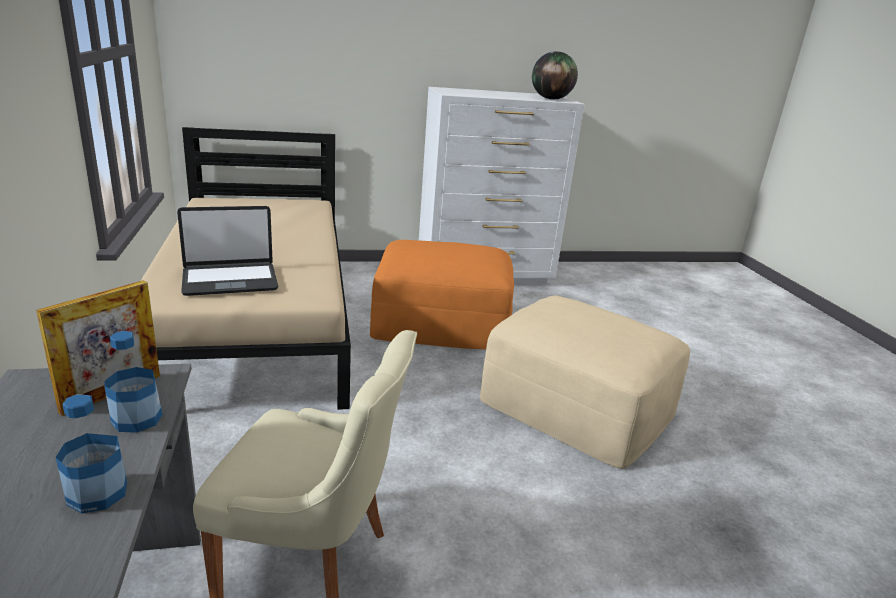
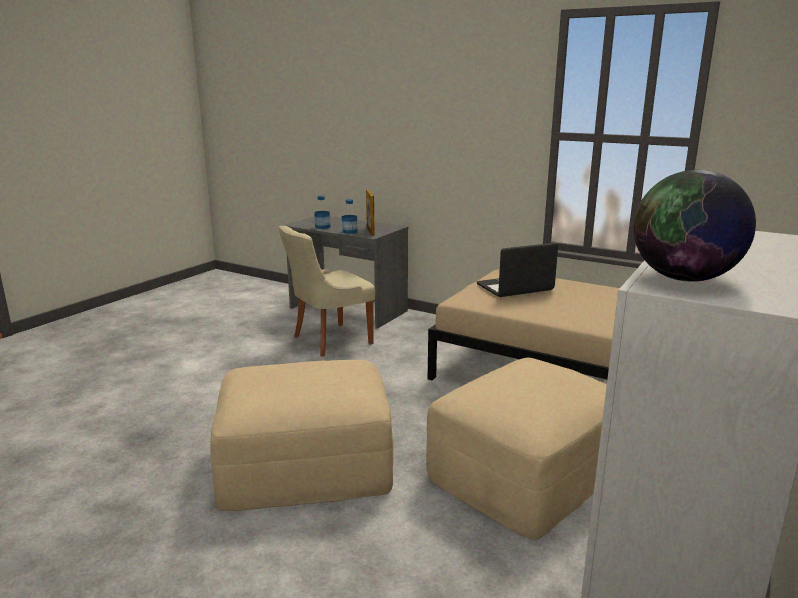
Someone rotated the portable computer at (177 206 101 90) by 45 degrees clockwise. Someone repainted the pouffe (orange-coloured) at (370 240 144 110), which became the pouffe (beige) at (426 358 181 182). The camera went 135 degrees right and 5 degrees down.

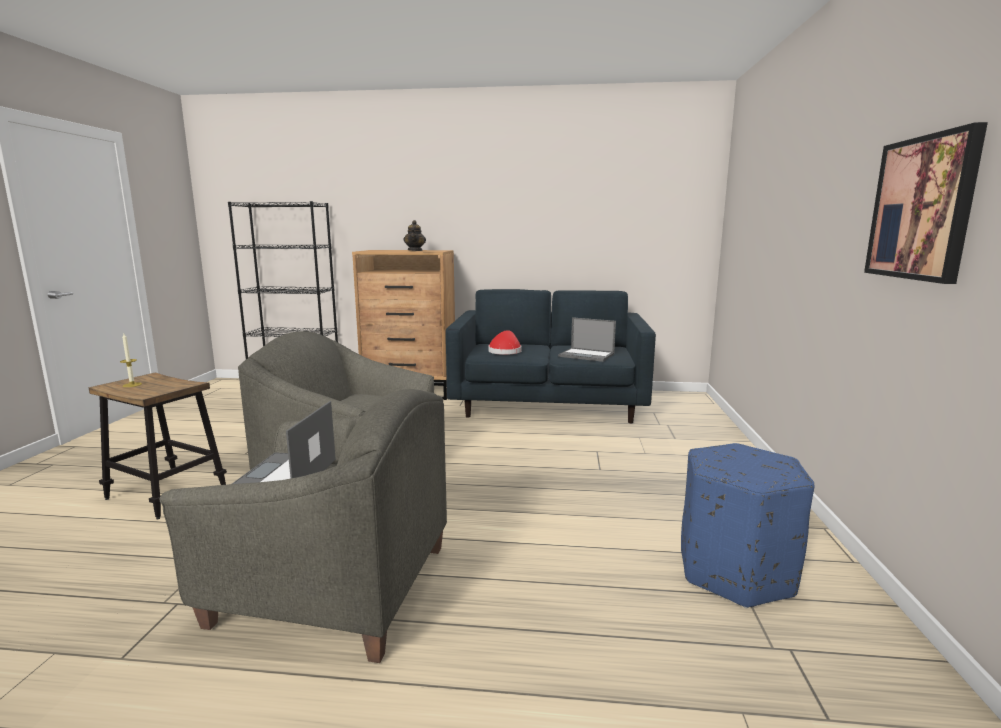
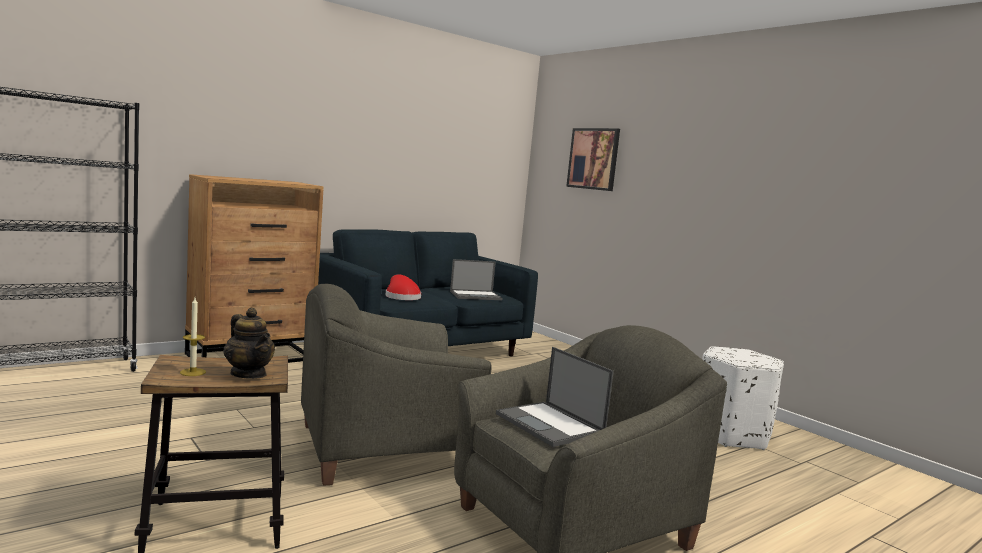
Someone carried the wall art from (864 122 124 162) to (566 128 54 63). Someone carried the teapot from (404 220 22 31) to (223 308 52 71). Someone repainted the pouffe (blue) at (681 443 134 165), which became the pouffe (whitish) at (702 346 82 104). The camera went 45 degrees left and 5 degrees down.

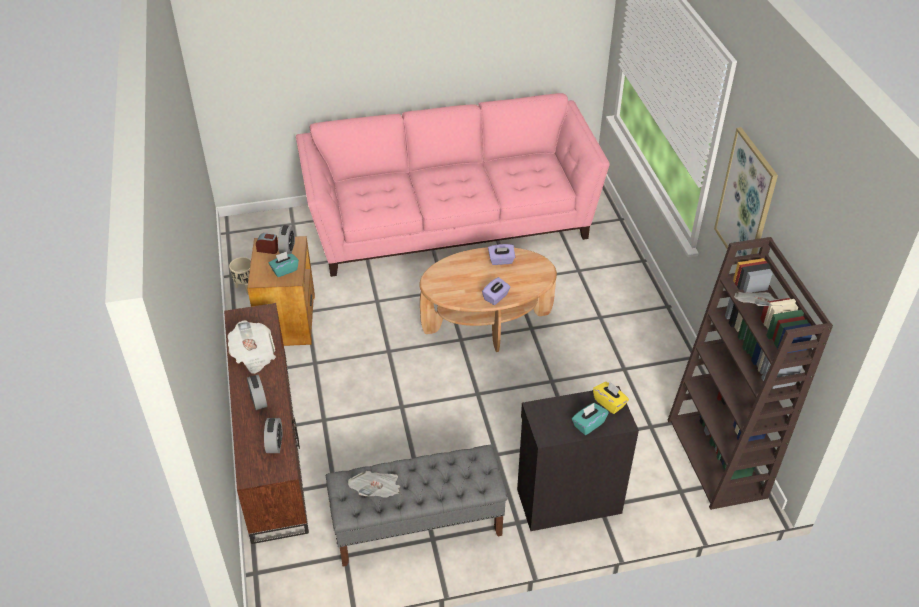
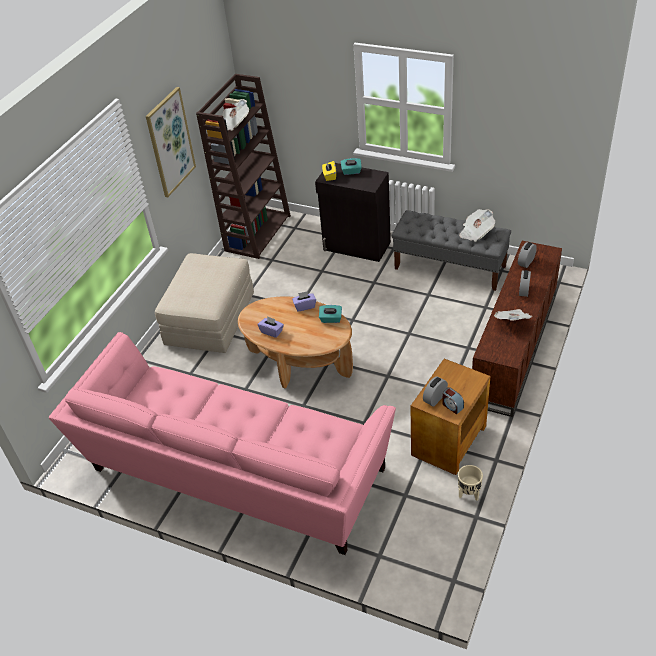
Someone carried the tissue box (turquoise) from (269 252 30 25) to (319 305 23 18). Someone put down the pouffe (beige) at (155 253 99 100). The camera went 140 degrees left and 0 degrees up.

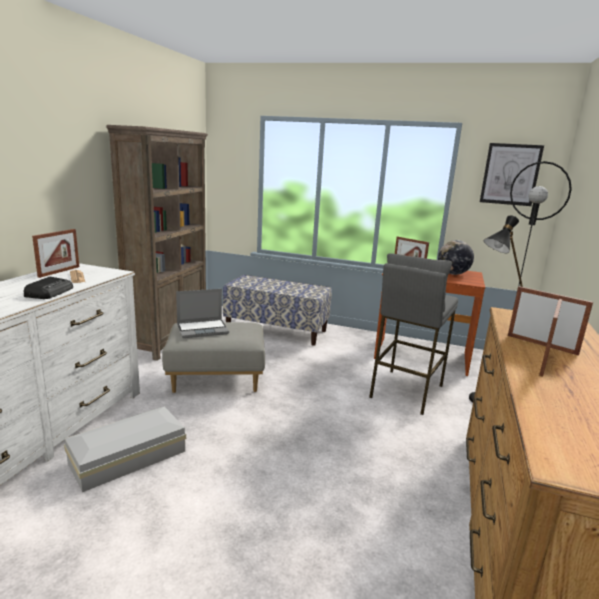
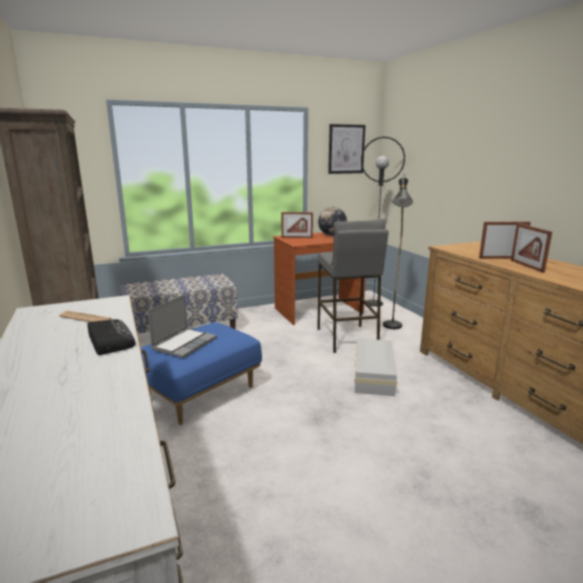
Someone took away the picture frame at (32 229 47 49). Someone repainted the pouffe (greyish) at (162 322 103 71), which became the pouffe (blue) at (141 322 121 103). Someone carried the storage container (whitish) from (64 407 122 85) to (354 338 43 58). The camera went 40 degrees left and 0 degrees up.

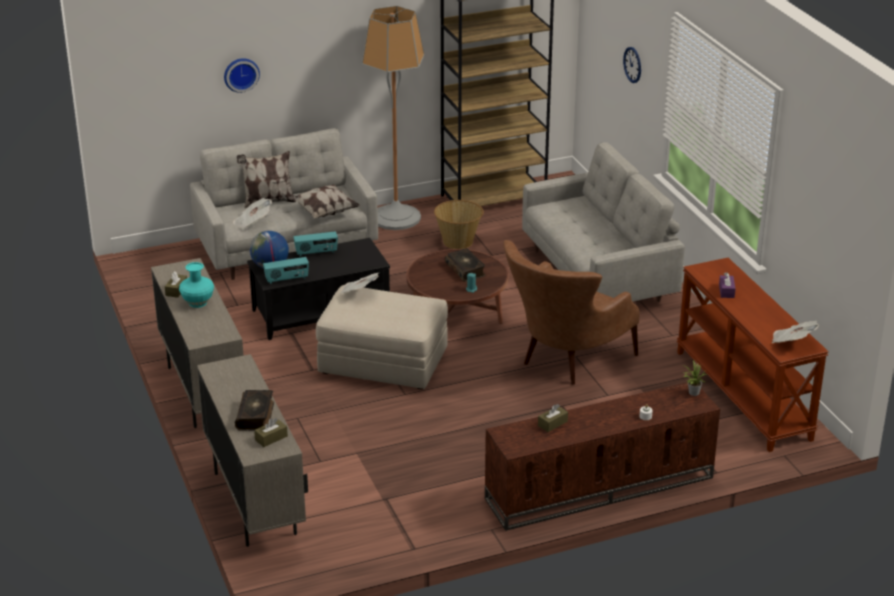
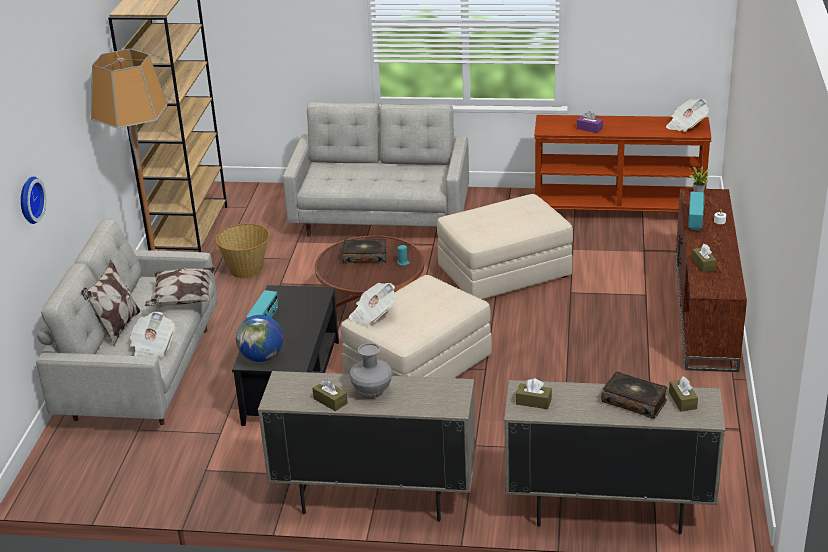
Someone took away the hanging clock at (623 47 18 36). Someone swapped the easy chair (brownish) at (503 240 136 145) for the pouffe (beige) at (437 194 136 105). Someone carried the radio from (263 257 46 27) to (688 192 16 39). Someone repainted the vase (turquoise) at (179 262 35 46), which became the vase (greyish) at (349 343 44 56). Someone put down the tissue box (brownish) at (516 378 36 31). The camera went 60 degrees left and 0 degrees up.

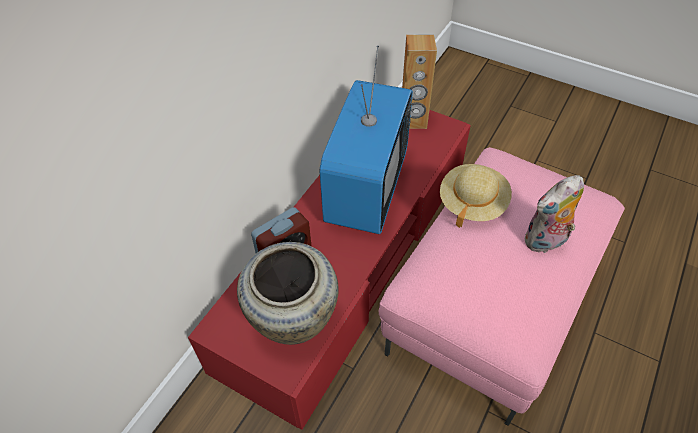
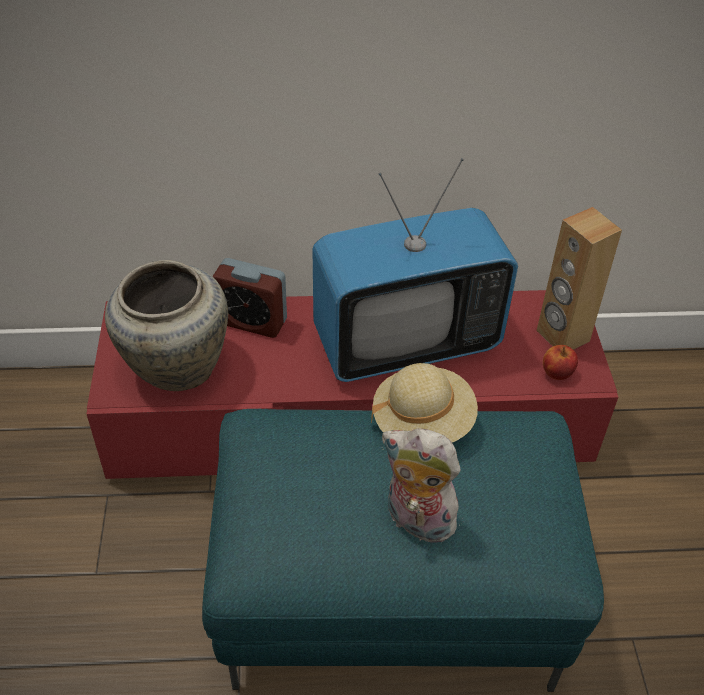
Someone repainted the pouffe (pink) at (379 147 246 279), which became the pouffe (turquoise) at (202 409 402 283). Someone put down the apple at (543 345 35 35). The camera went 55 degrees right and 5 degrees down.

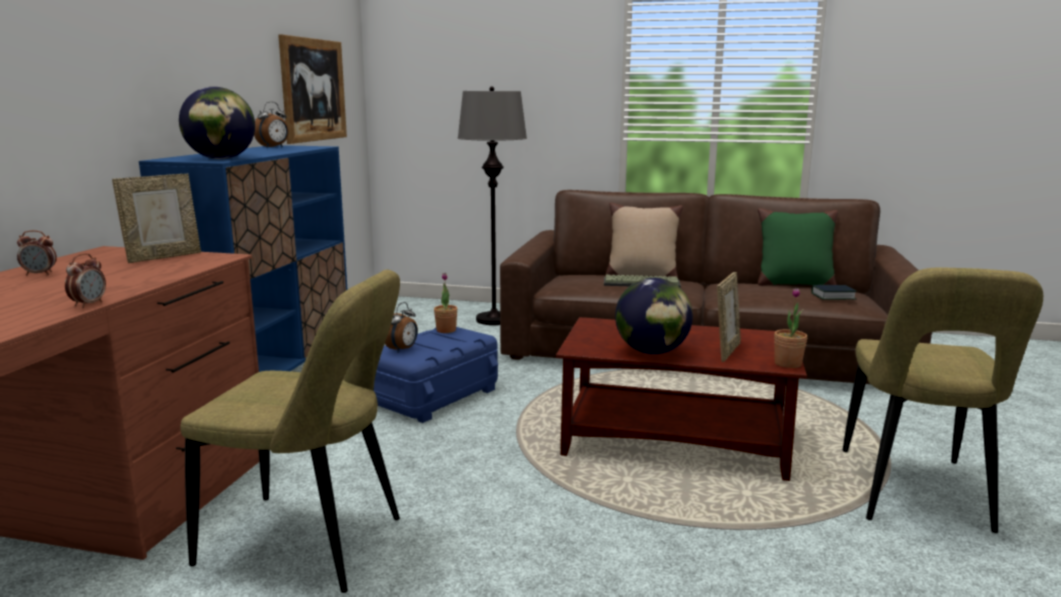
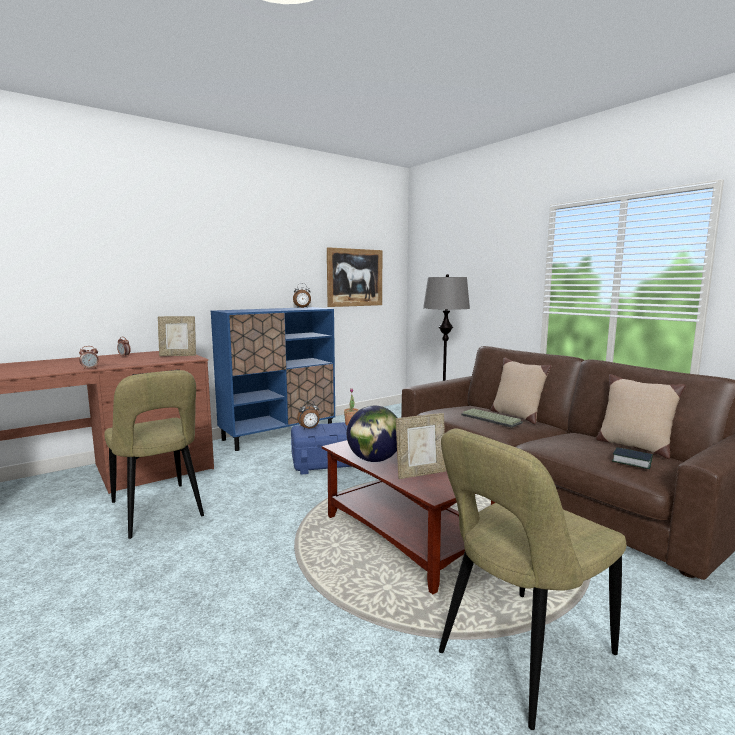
Someone took away the globe at (179 87 76 72). Someone repainted the pillow (greenish) at (758 208 80 78), which became the pillow (beige) at (596 374 89 85). Someone took away the plant in a pot at (774 288 33 80). The camera went 40 degrees right and 5 degrees down.

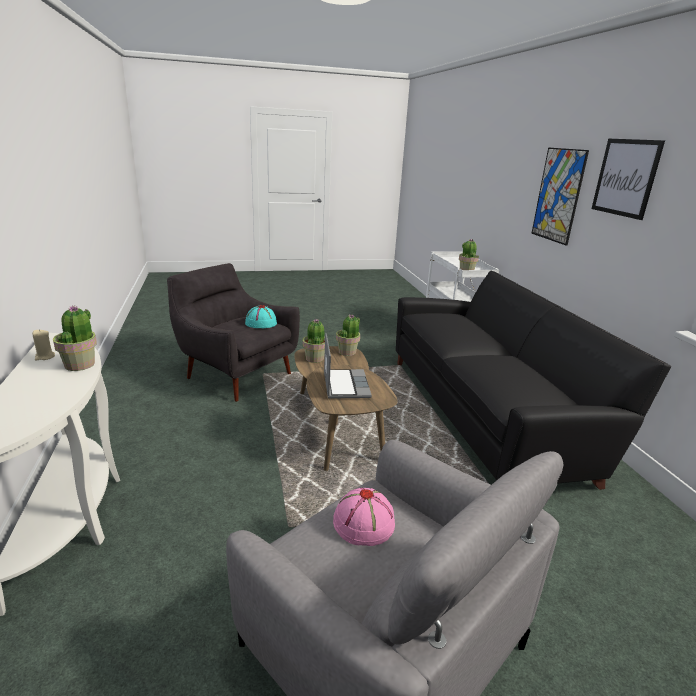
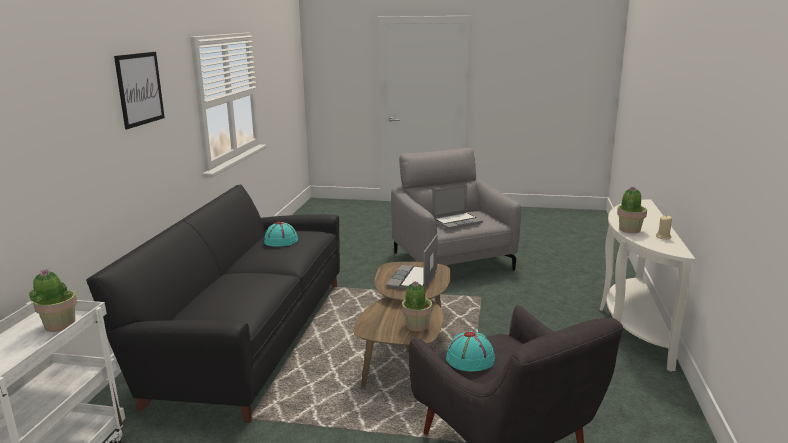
Someone took away the wall art at (531 148 58 98). Someone took away the plant in a pot at (336 314 24 42). Someone swapped the clothing hat (pink) at (333 488 62 58) for the portable computer at (432 184 51 46). Someone put down the clothing hat (turquoise) at (264 222 34 25). The camera went 155 degrees left and 5 degrees down.

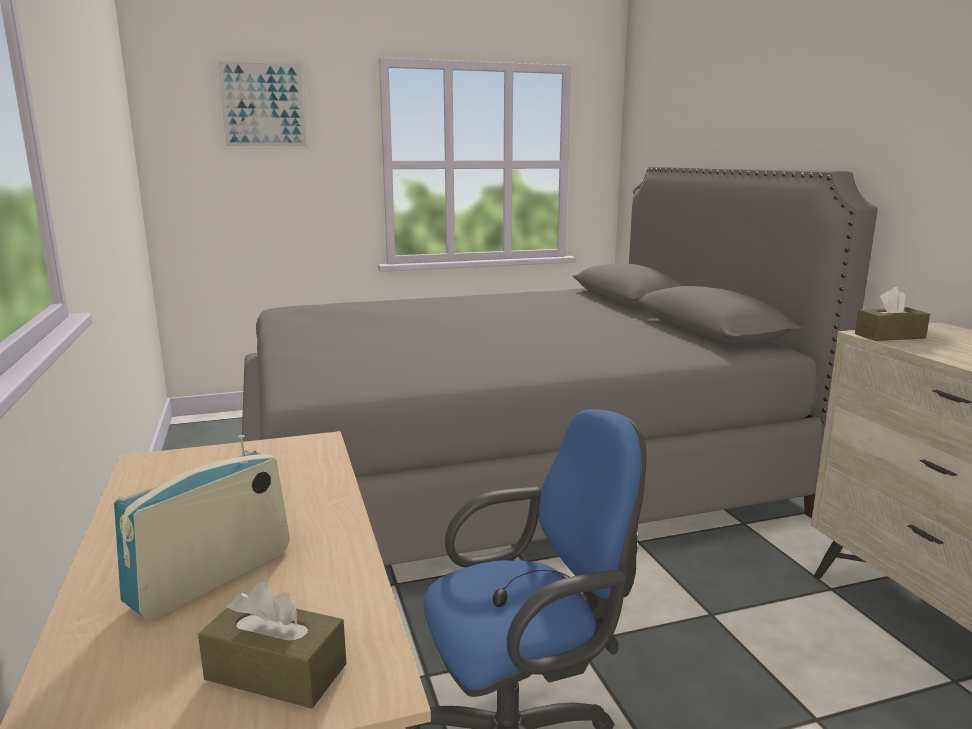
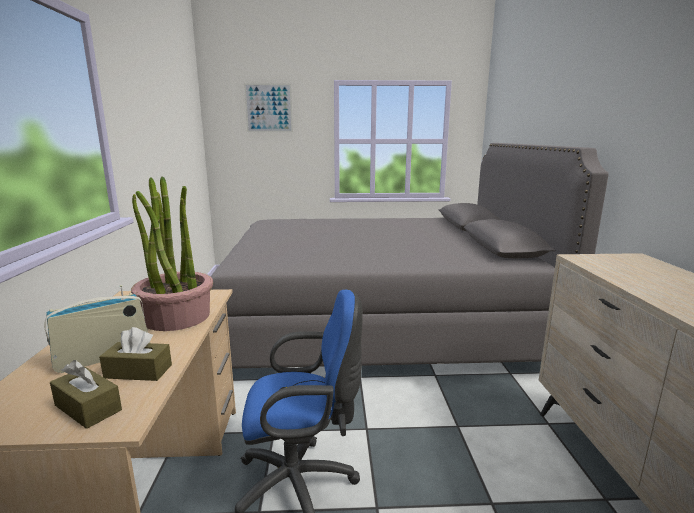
Someone carried the tissue box (brownish) from (855 287 75 54) to (99 327 73 54). Someone put down the plant in a pot at (131 176 82 155). The camera went 15 degrees right and 0 degrees up.

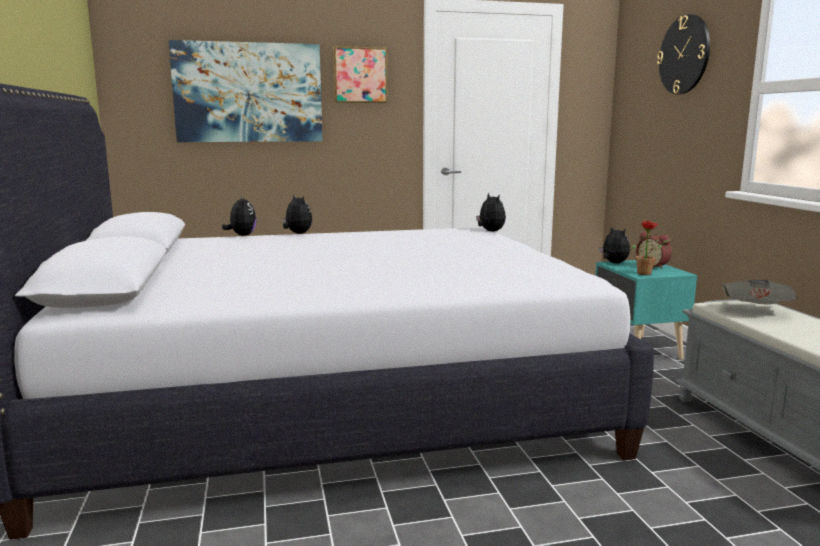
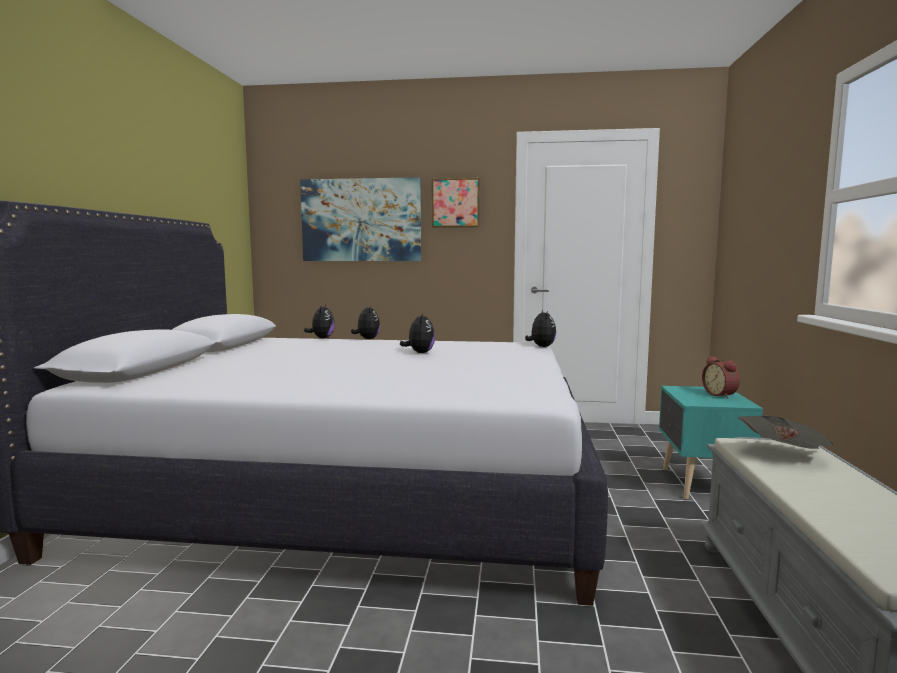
Someone took away the hanging clock at (657 14 53 80). Someone took away the plant in a pot at (631 221 40 54). Someone carried the plush toy from (599 227 31 36) to (400 313 35 40). The camera went 20 degrees right and 5 degrees down.

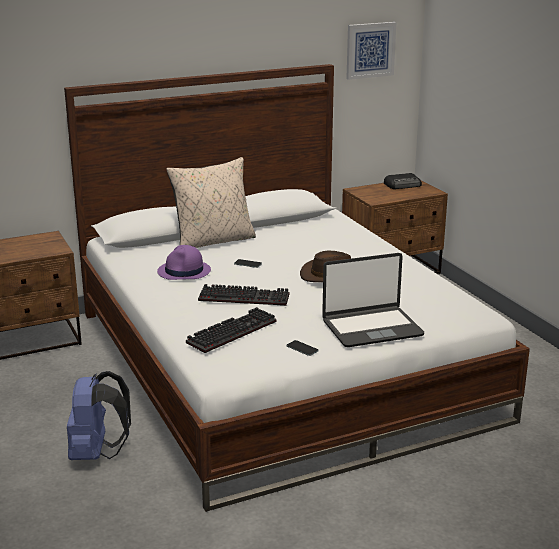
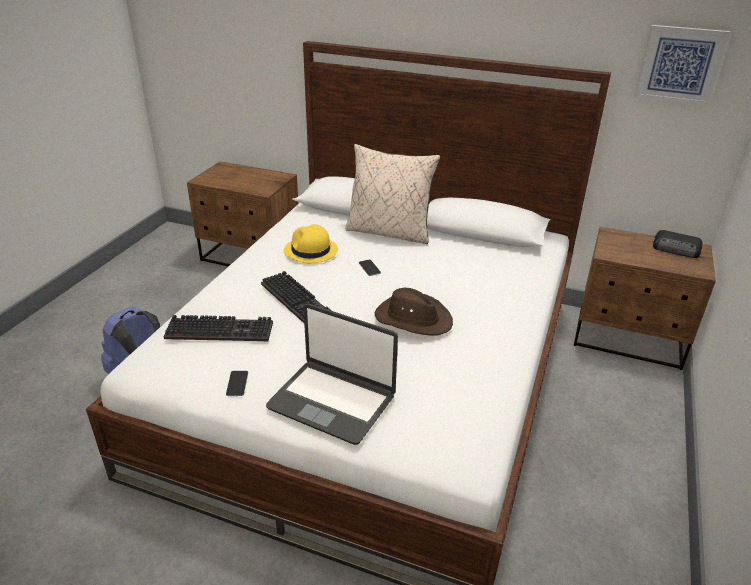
Someone repainted the clothing hat (purple) at (157 245 54 35), which became the clothing hat (yellow) at (284 224 54 39). The camera went 45 degrees right and 10 degrees up.

